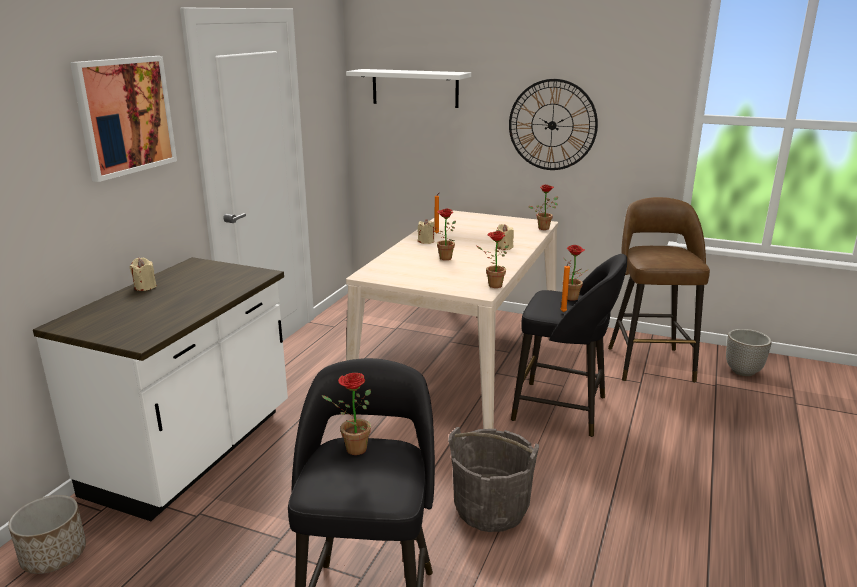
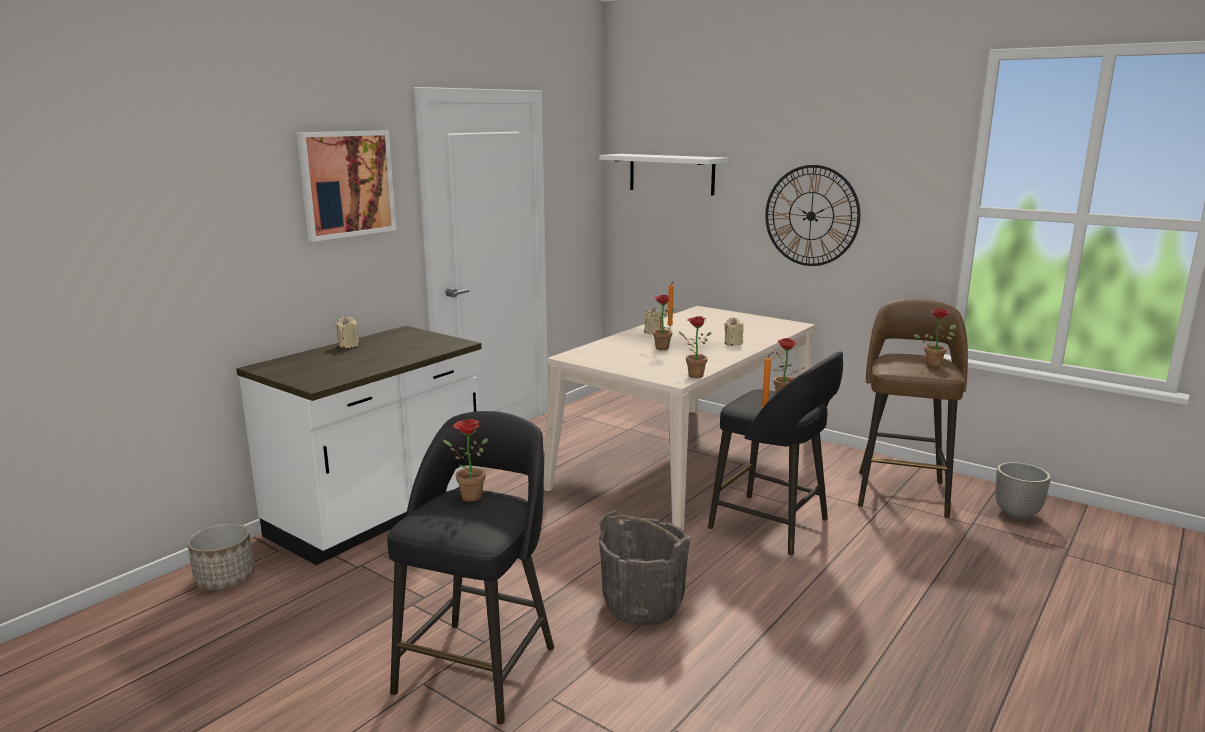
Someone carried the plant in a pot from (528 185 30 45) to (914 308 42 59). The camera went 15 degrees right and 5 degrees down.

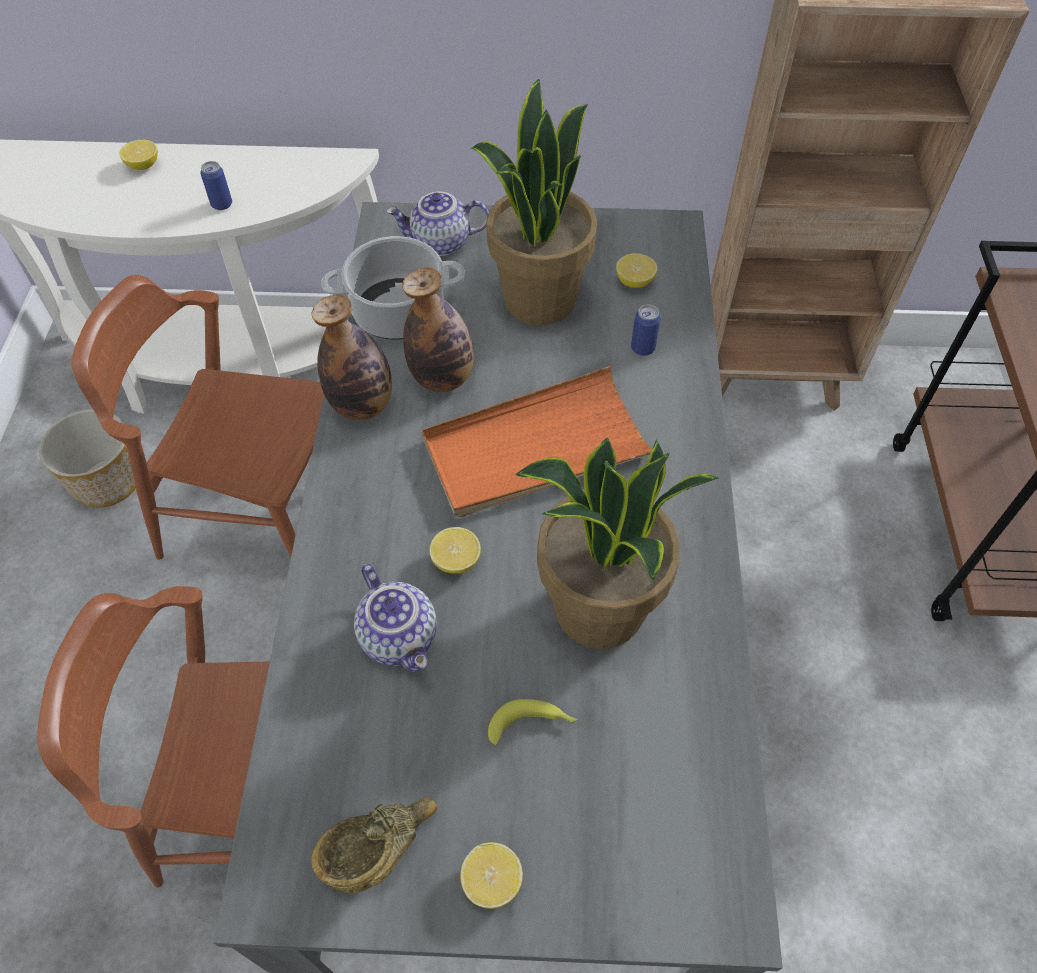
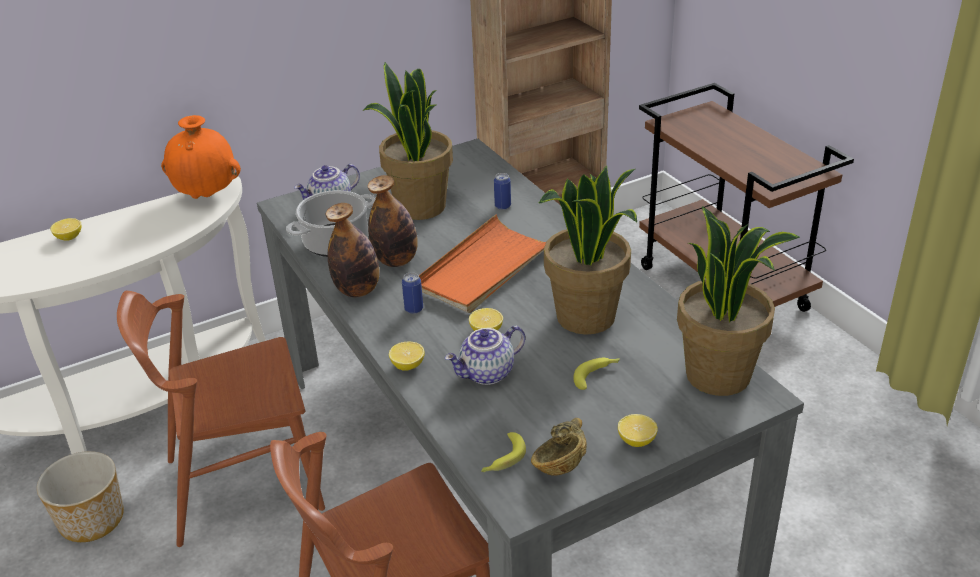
Someone carried the can from (200 161 32 49) to (402 272 21 42). Someone carried the whole lemon from (616 253 41 35) to (389 341 36 30). Someone rotated the teapot at (354 564 83 108) by 120 degrees clockwise. Someone put down the vase (orange-coloured) at (161 115 80 84). Someone put down the plant in a pot at (677 206 123 190). Someone put down the banana at (481 432 45 40). The camera went 30 degrees left and 20 degrees down.

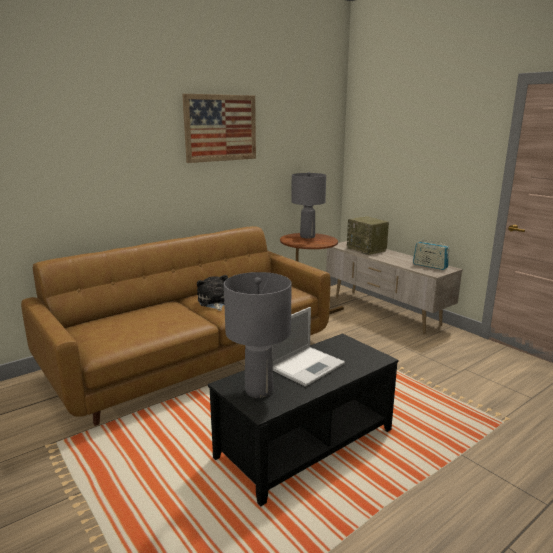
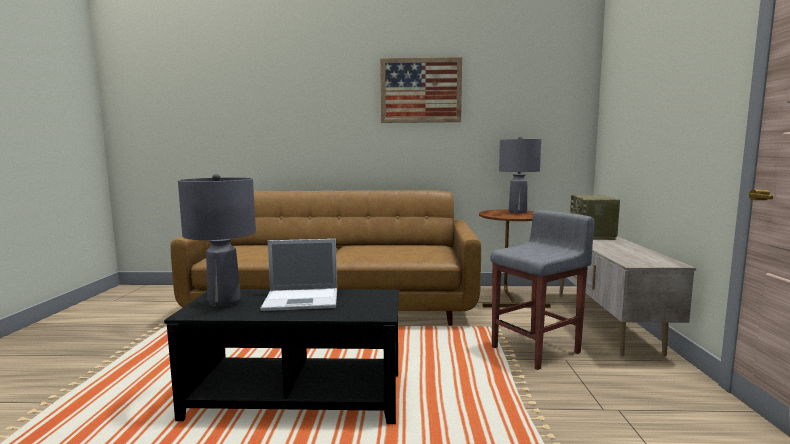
Someone took away the radio at (413 237 36 33). Someone took away the plush toy at (197 275 31 36). Someone put down the stool (greyish) at (490 210 105 160). The camera went 40 degrees right and 10 degrees down.

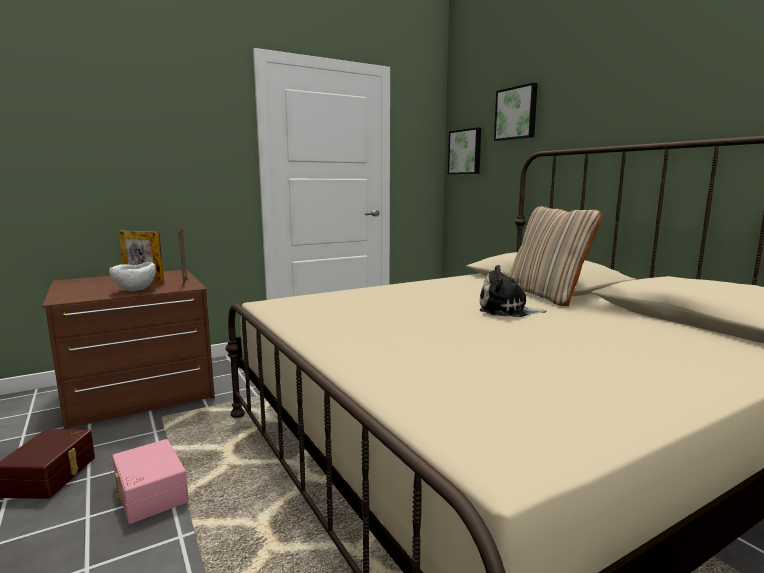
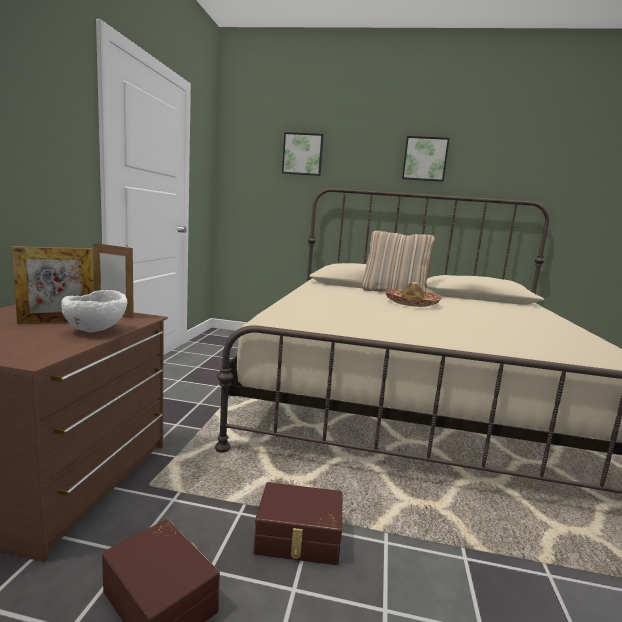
Someone carried the wall art from (448 127 33 47) to (402 136 48 46). Someone swapped the plush toy at (480 265 67 52) for the clothing hat at (384 282 58 25). Someone repainted the storage container (pink) at (112 439 77 85), which became the storage container (brownish) at (253 482 89 83). The camera went 50 degrees left and 0 degrees up.

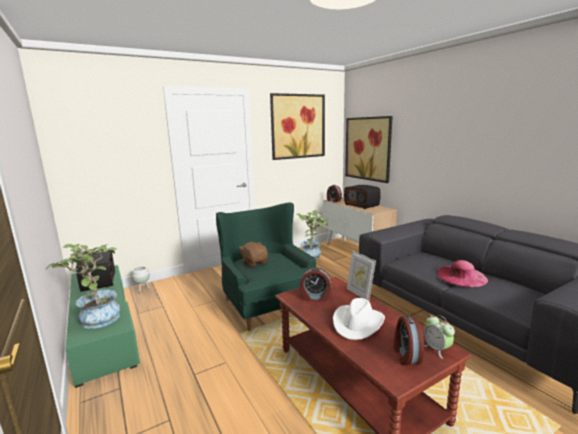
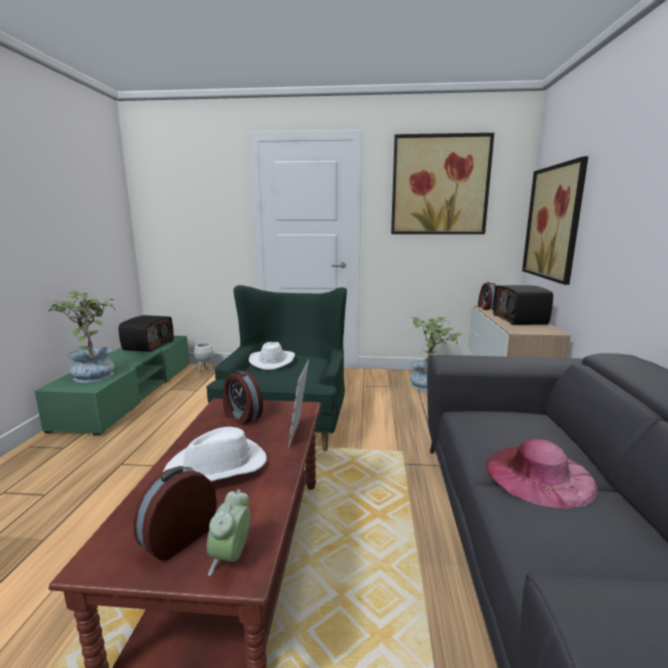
Someone swapped the plush toy (brownish) at (239 242 29 25) for the clothing hat (whitish) at (249 342 46 28). The camera went 35 degrees right and 0 degrees up.

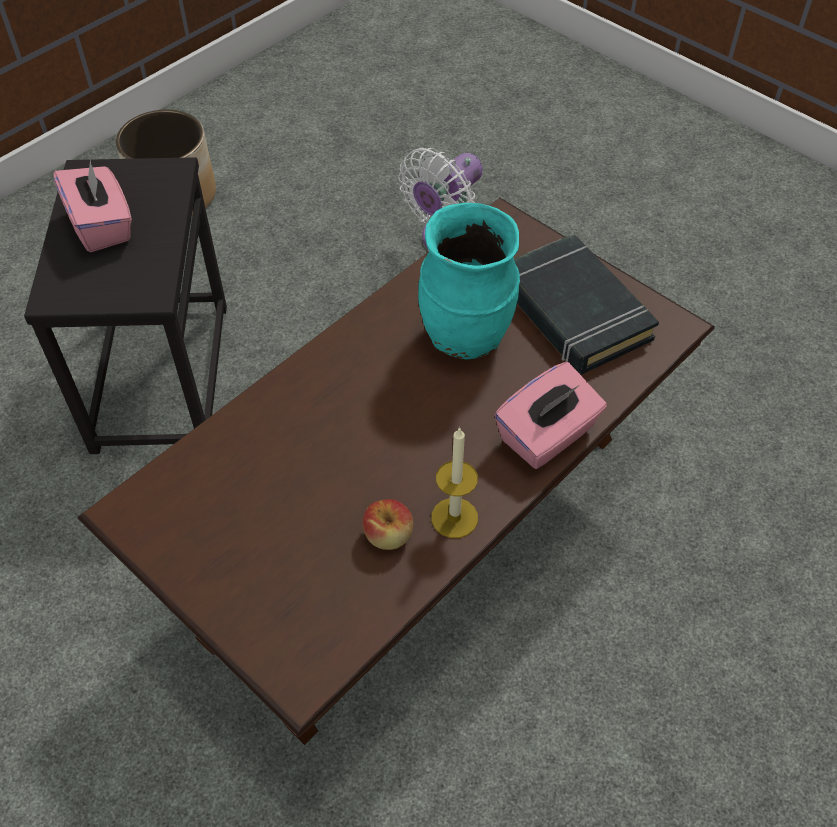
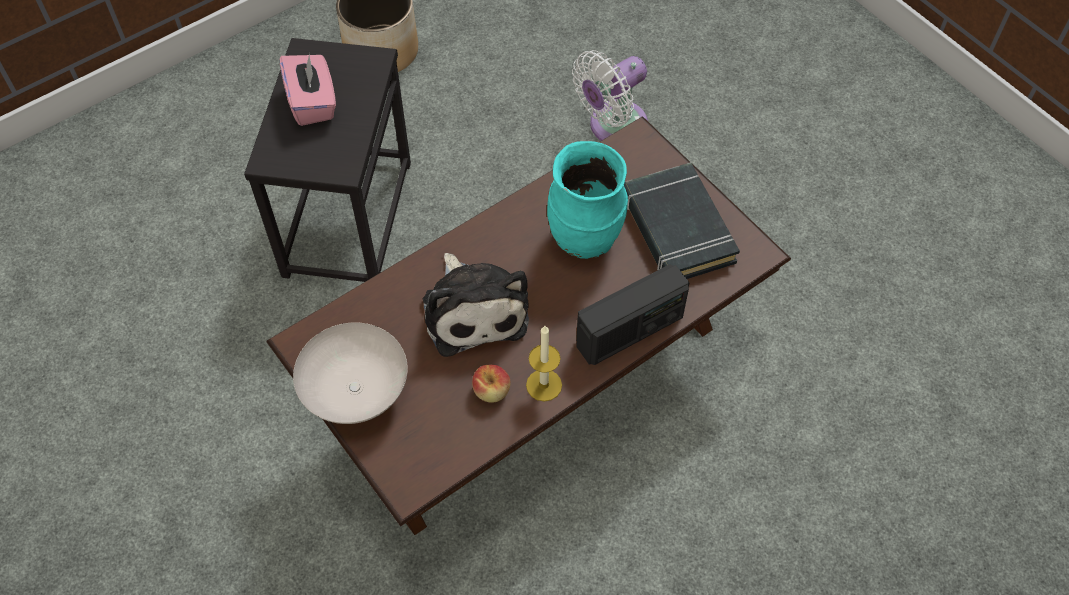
Someone swapped the tissue box (pink) at (494 362 113 107) for the radio at (576 264 114 101). Someone put down the plush toy at (423 253 106 104). Someone put down the serving bowl (whitish) at (293 322 115 102). The camera went 10 degrees right and 5 degrees up.

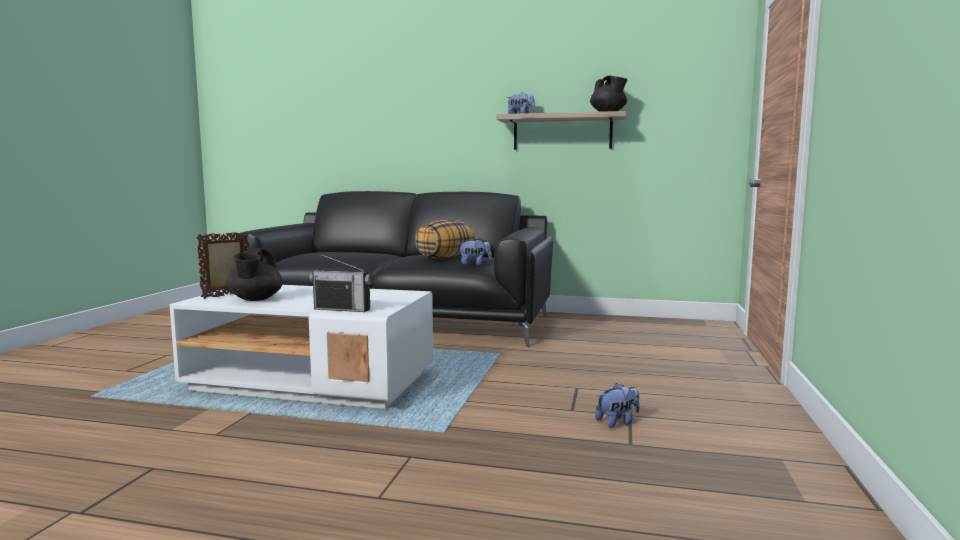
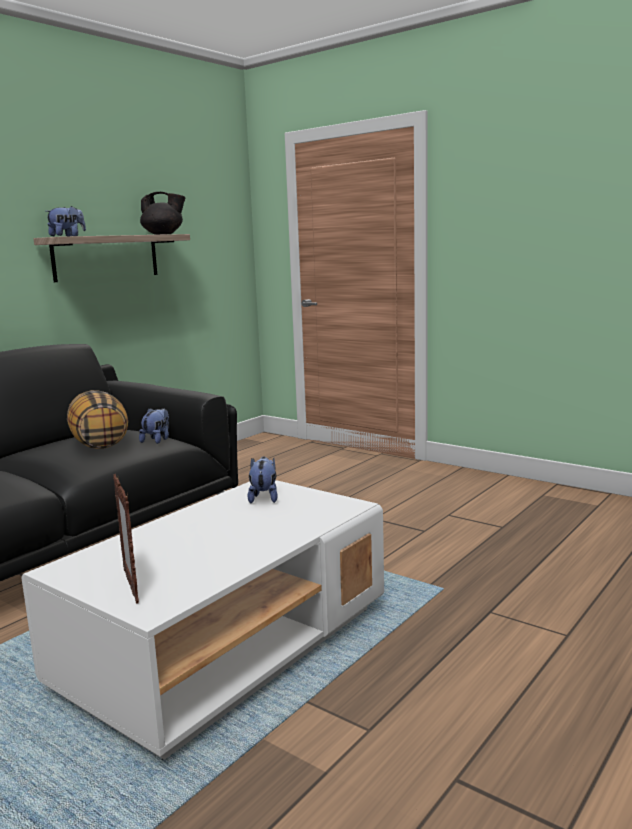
Someone took away the teapot (blackish) at (226 248 57 53). Someone took away the radio at (309 254 63 58). Someone carried the plush toy from (595 383 45 45) to (247 457 31 46). The camera went 65 degrees left and 5 degrees up.

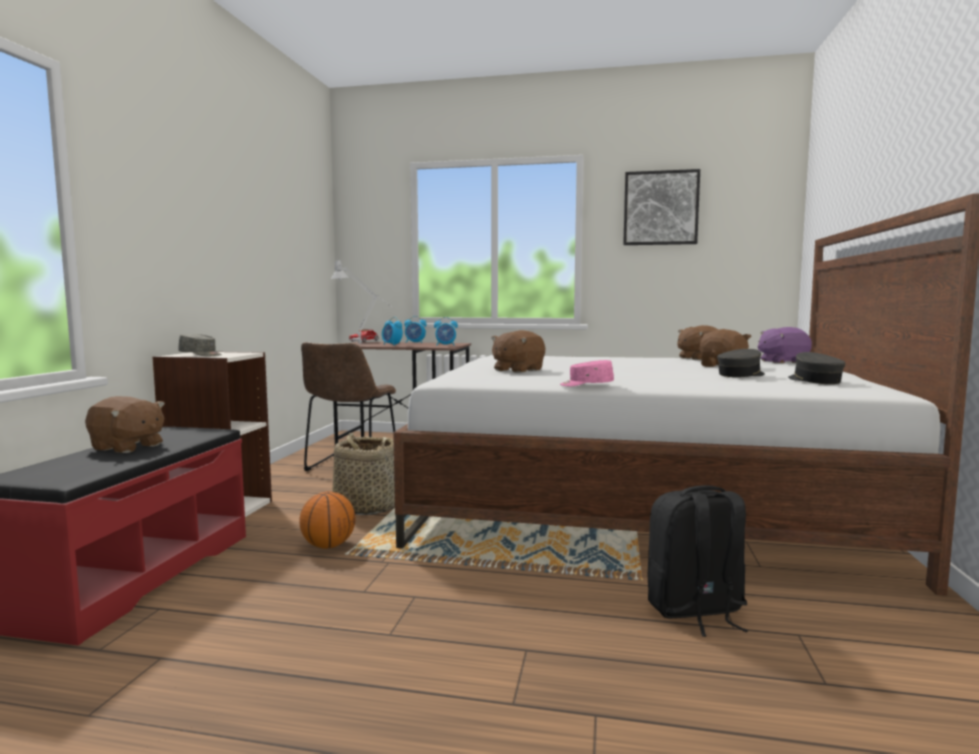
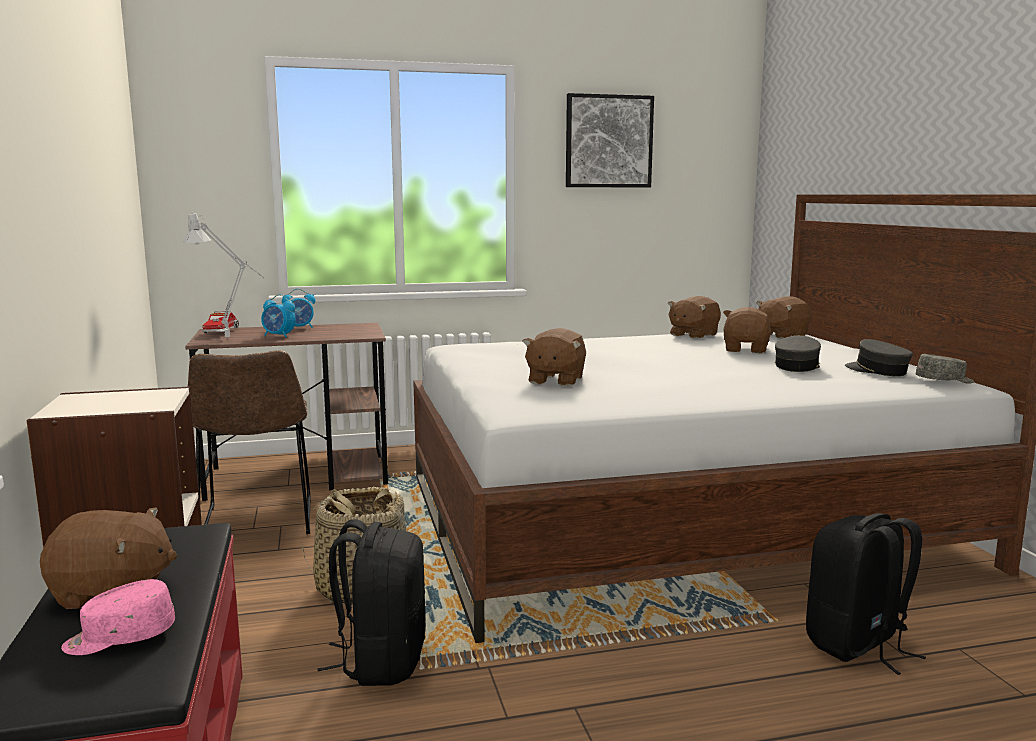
Someone took away the bedside clock at (434 317 24 29). Someone repainted the plush toy (purple) at (758 327 54 37), which became the plush toy (brownish) at (757 296 55 43). Someone carried the peaked cap (greyish) from (178 334 44 22) to (916 354 58 30). Someone carried the peaked cap (pink) from (560 360 54 26) to (61 579 114 76). Someone swapped the basketball ball at (299 491 57 58) for the rucksack (blackish) at (318 519 107 167). The camera went 25 degrees left and 5 degrees up.

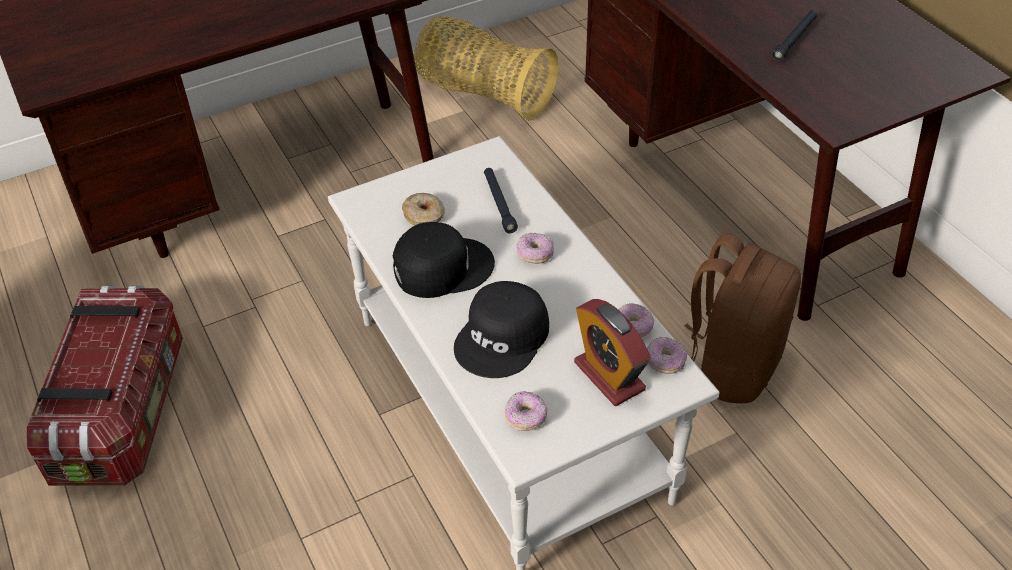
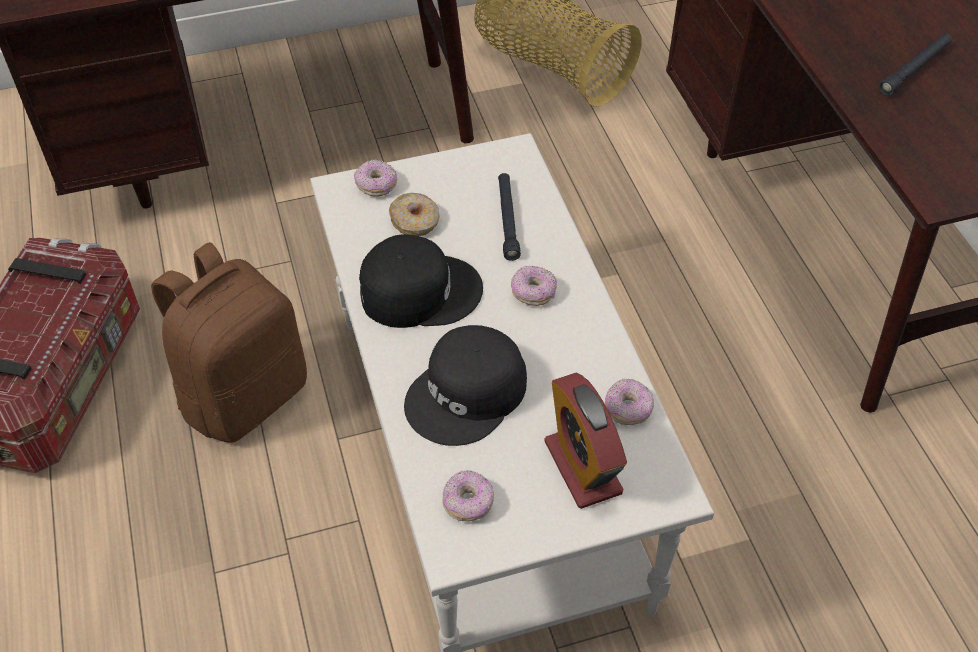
Someone carried the rucksack (brownish) from (684 233 117 170) to (151 242 156 201). Someone carried the doughnut from (647 337 40 37) to (354 159 43 38). The camera went 10 degrees right and 5 degrees up.

